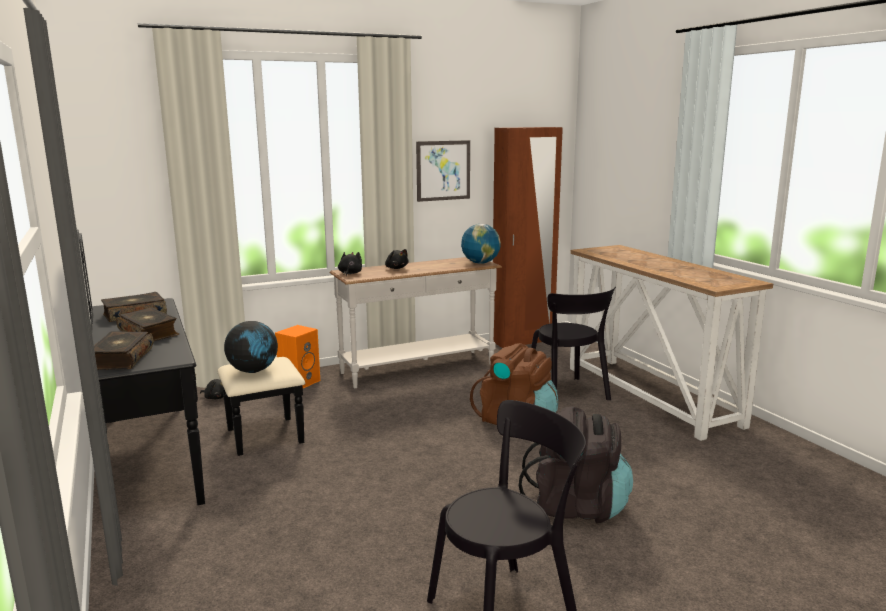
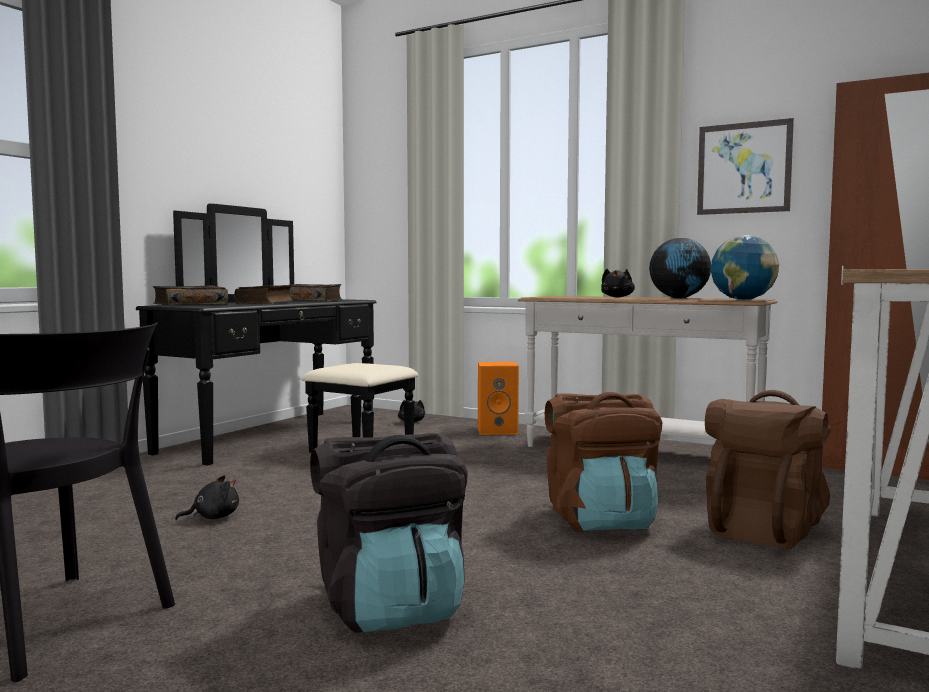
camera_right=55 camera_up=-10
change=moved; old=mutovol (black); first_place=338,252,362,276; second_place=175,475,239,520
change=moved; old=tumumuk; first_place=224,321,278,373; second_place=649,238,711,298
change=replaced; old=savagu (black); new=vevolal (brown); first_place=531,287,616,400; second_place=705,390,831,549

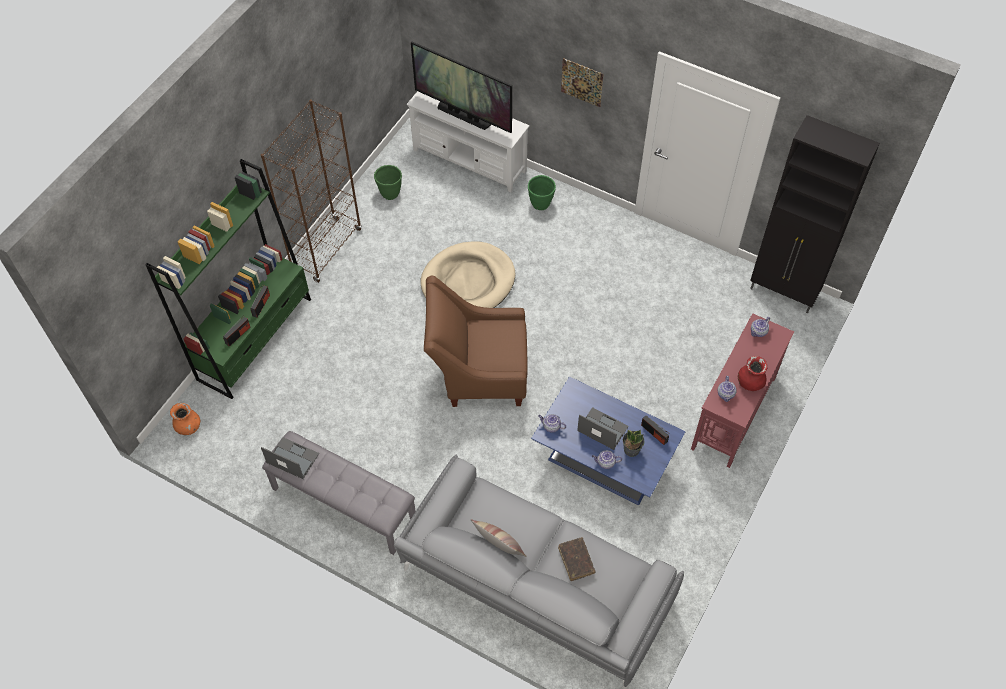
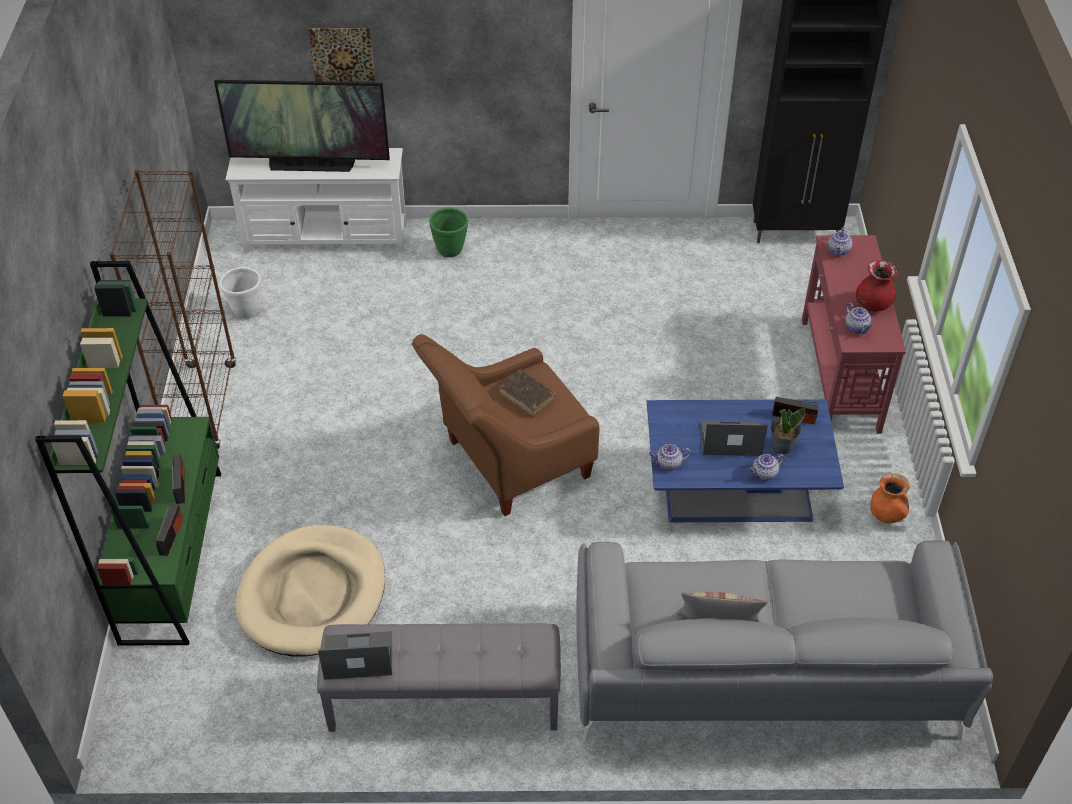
camera_right=-30 camera_up=-10
change=recoloured; old=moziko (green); new=moziko (white); first_place=374,165,402,200; second_place=220,267,261,319
change=moved; old=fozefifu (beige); first_place=420,241,515,308; second_place=235,525,385,657
change=moved; old=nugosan; first_place=561,58,603,107; second_place=308,28,375,82
change=moved; old=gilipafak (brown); first_place=558,537,595,581; second_place=499,369,556,417
change=moved; old=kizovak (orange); first_place=170,403,200,435; second_place=870,474,910,524

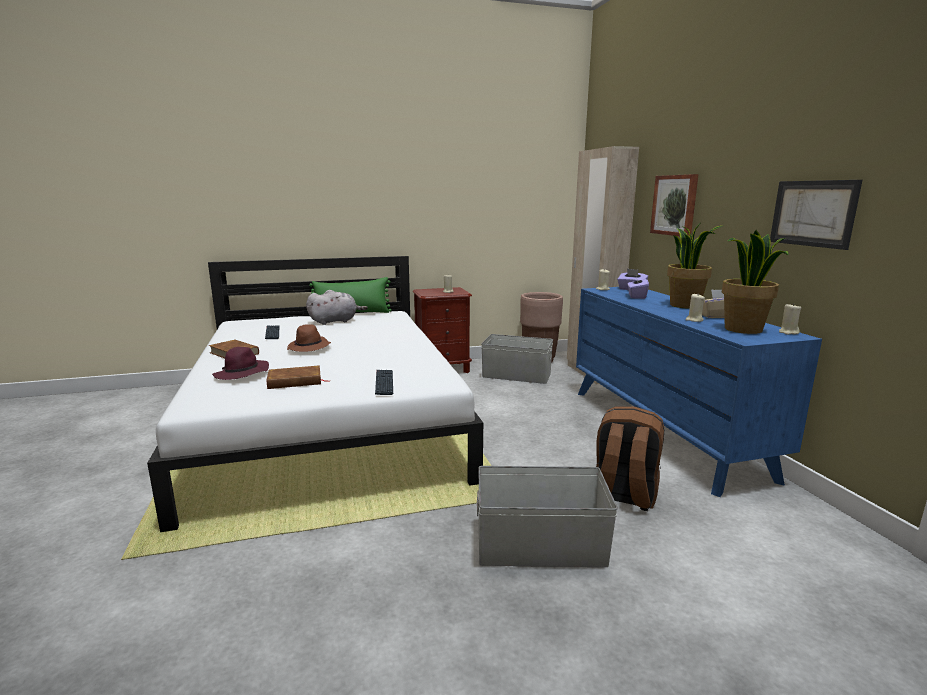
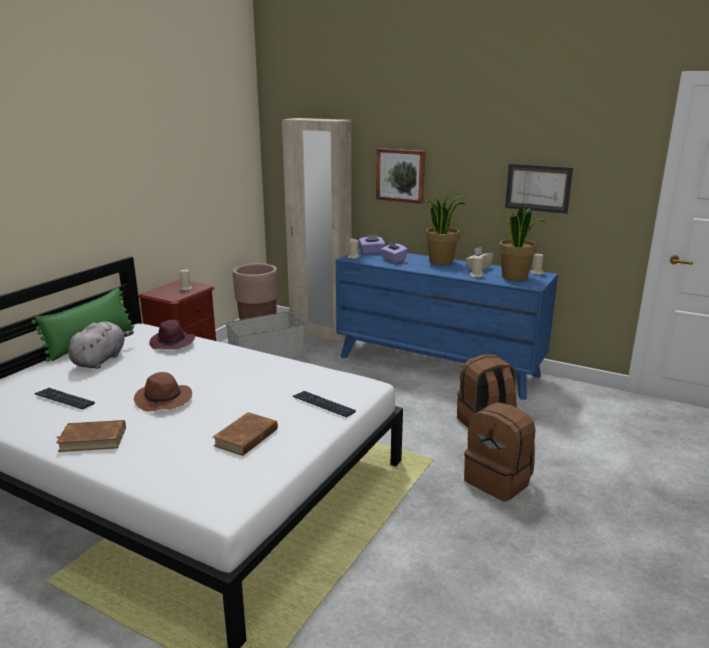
camera_right=-45 camera_up=5
change=moved; old=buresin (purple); first_place=212,347,269,380; second_place=149,320,195,350
change=replaced; old=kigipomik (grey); new=vevolal (brown); first_place=477,466,618,567; second_place=464,402,535,502

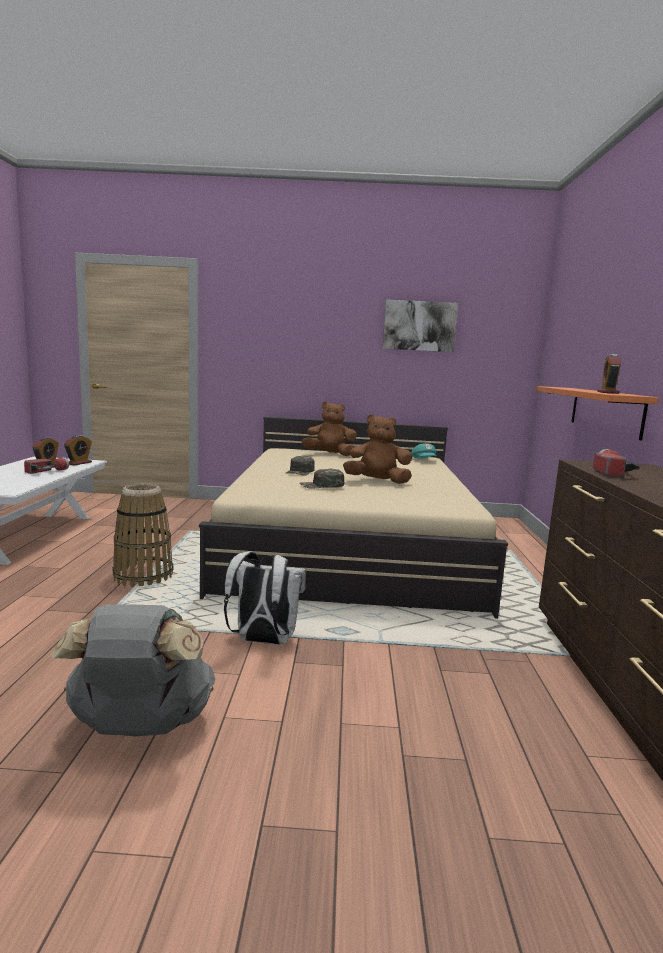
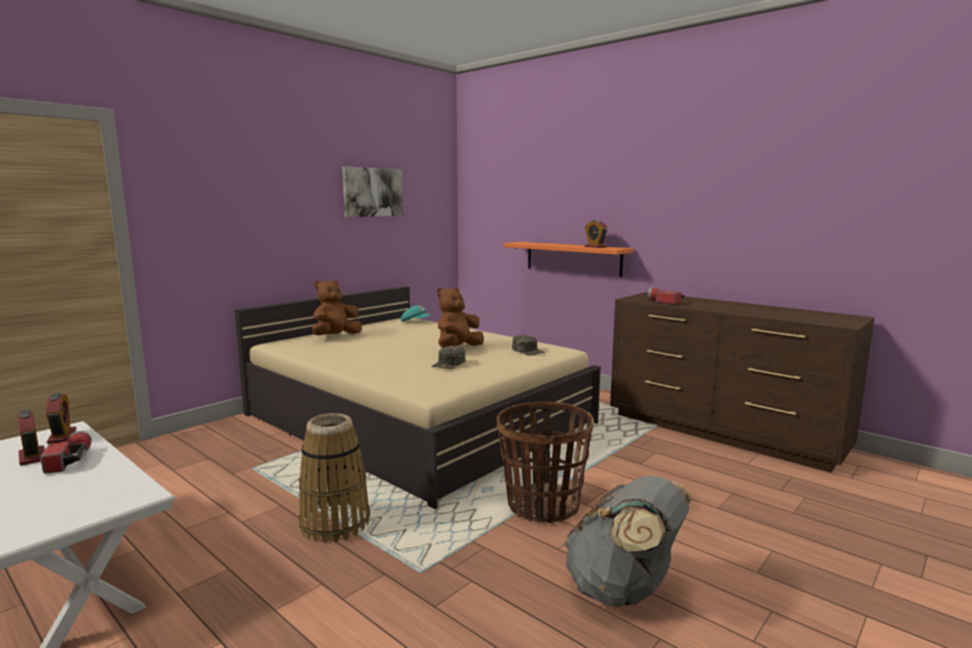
camera_right=-50 camera_up=0
change=replaced; old=vevolal (white); new=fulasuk; first_place=224,551,306,645; second_place=497,402,594,523
change=moved; old=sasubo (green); first_place=286,456,315,476; second_place=512,335,546,356

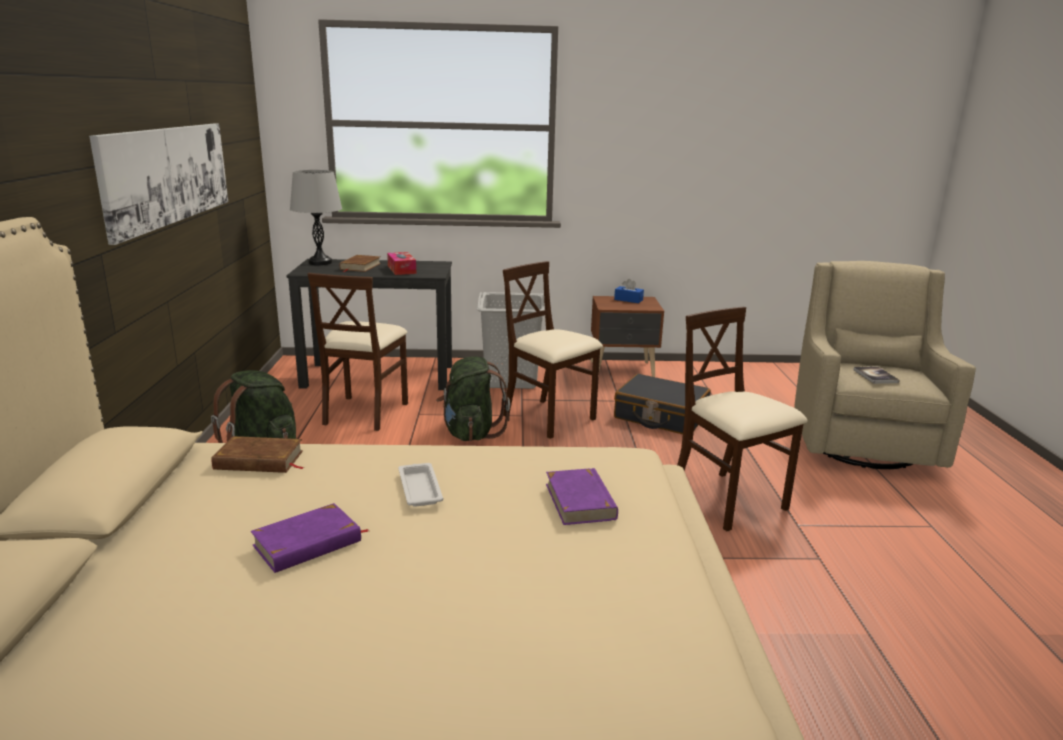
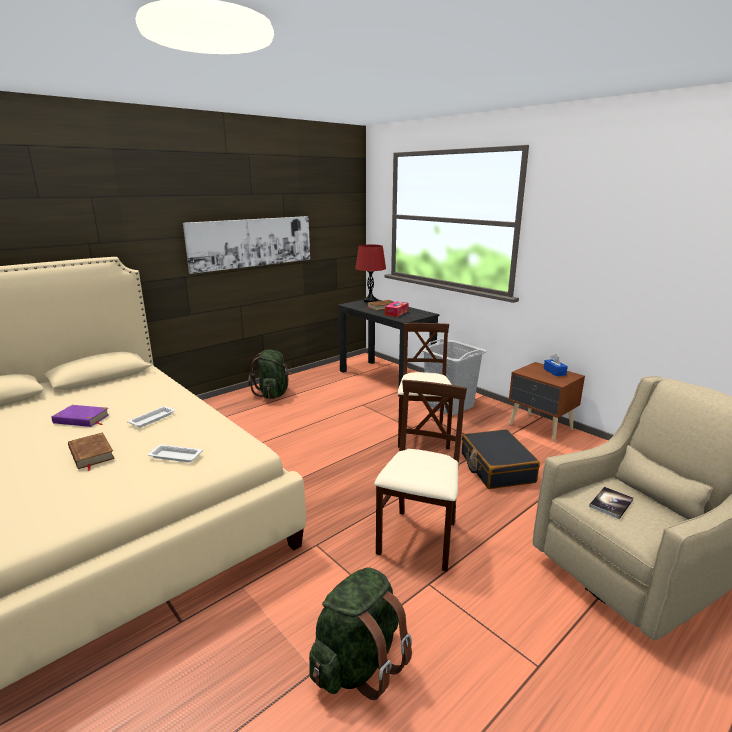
camera_right=50 camera_up=0
change=moved; old=gilipafak (brown); first_place=211,436,305,473; second_place=68,432,115,471
change=replaced; old=gilipafak (purple); new=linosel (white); first_place=546,468,618,525; second_place=148,445,203,462
change=moved; old=vevolal (green); first_place=436,356,510,441; second_place=309,567,412,700
change=recoloured; old=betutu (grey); new=betutu (red); first_place=290,170,342,265; second_place=355,244,386,303
change=removed; old=savagu (beige); first_place=308,273,408,431

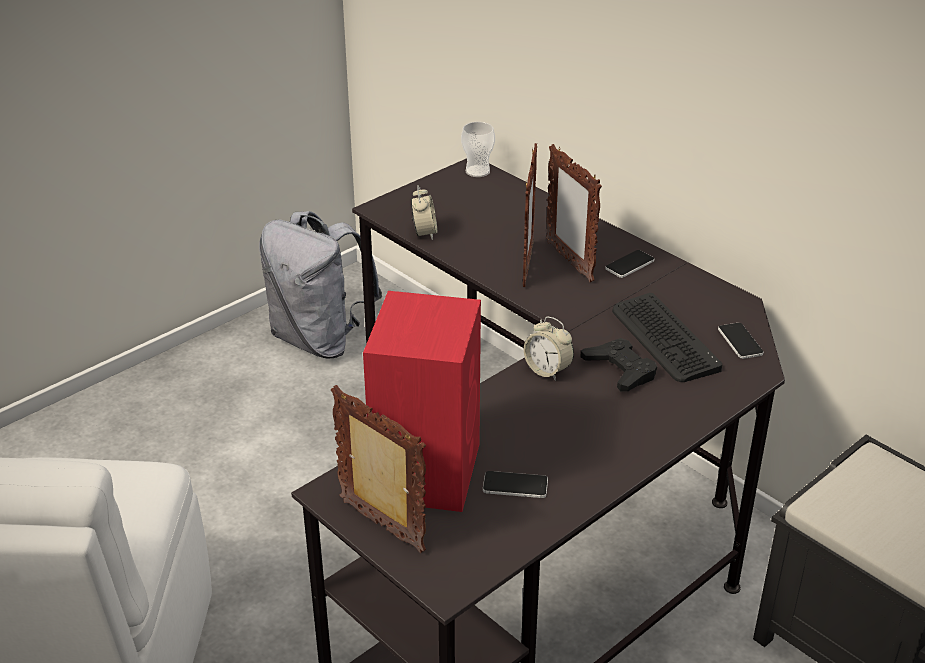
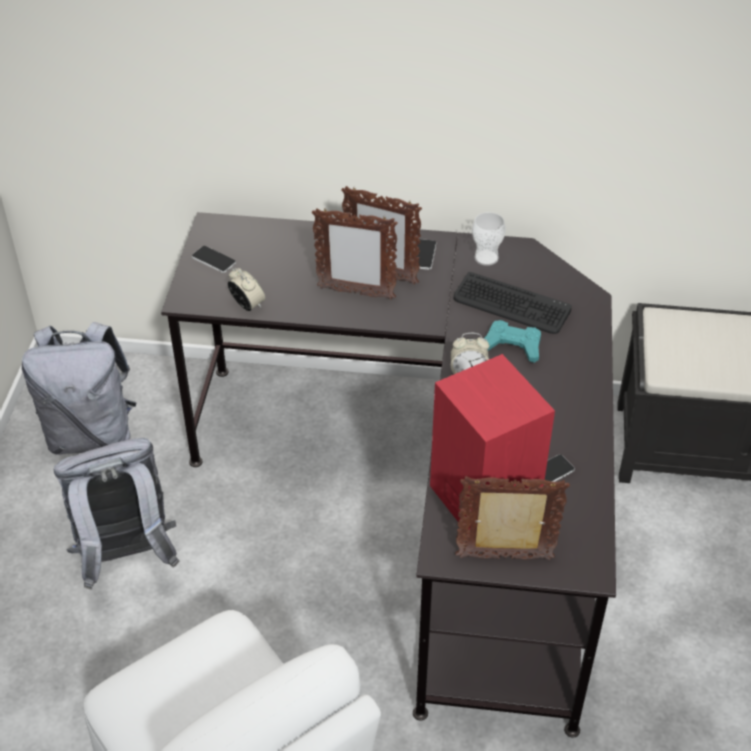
camera_right=-40 camera_up=10
change=added; new=vevolal (grey); second_place=54,438,180,590
change=moved; old=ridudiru; first_place=718,323,764,359; second_place=191,246,236,273
change=turned; old=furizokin; first_place=523,143,537,287; second_place=312,208,398,300; degrees=135
change=moved; old=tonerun; first_place=461,122,495,177; second_place=472,212,506,266
change=recoloured; old=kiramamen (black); new=kiramamen (turquoise); first_place=580,338,657,391; second_place=484,320,541,363

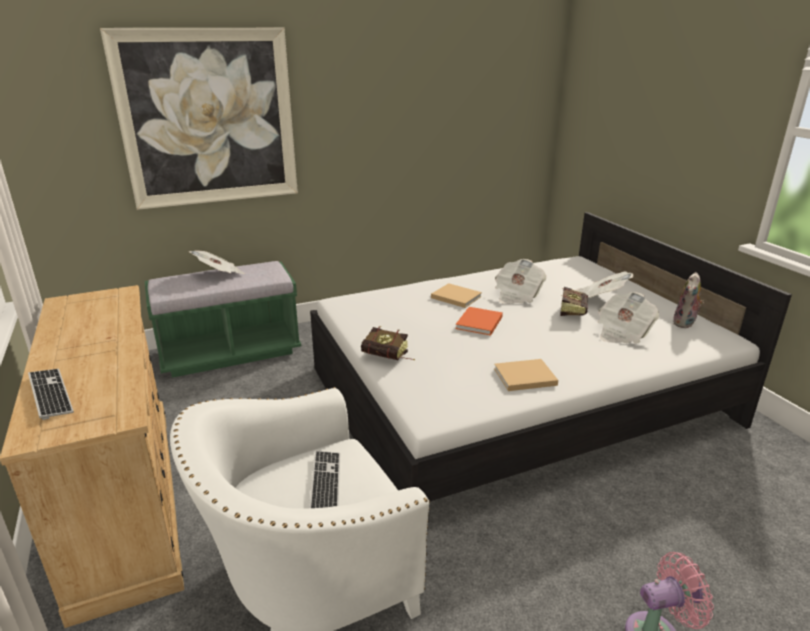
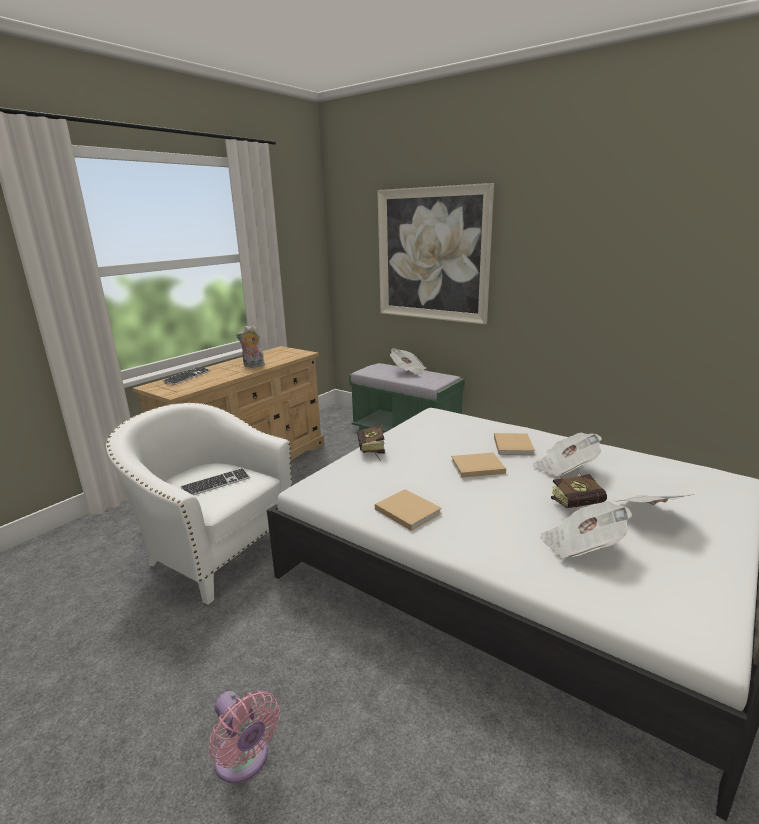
camera_right=60 camera_up=-5
change=moved; old=mutovol; first_place=673,272,704,328; second_place=236,325,266,367
change=recoloured; old=gilipafak (orange); new=gilipafak (beige); first_place=455,307,503,336; second_place=451,452,506,478

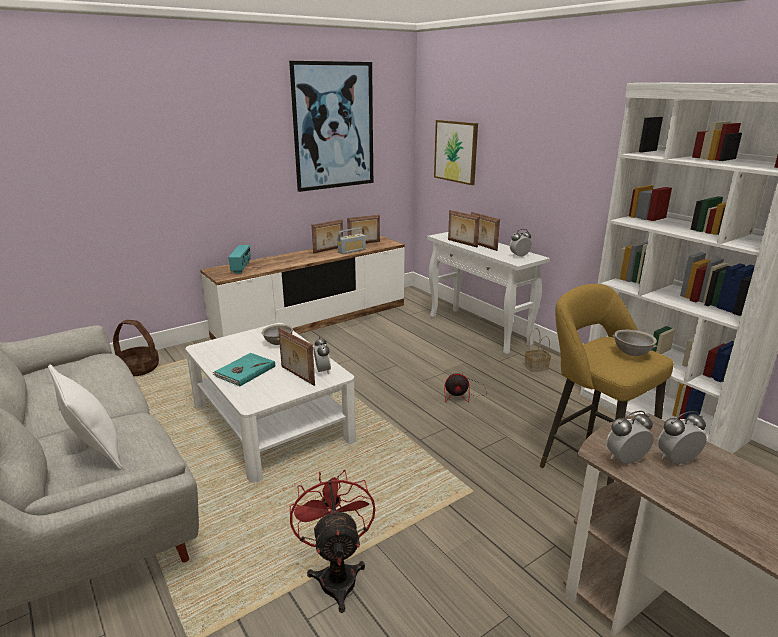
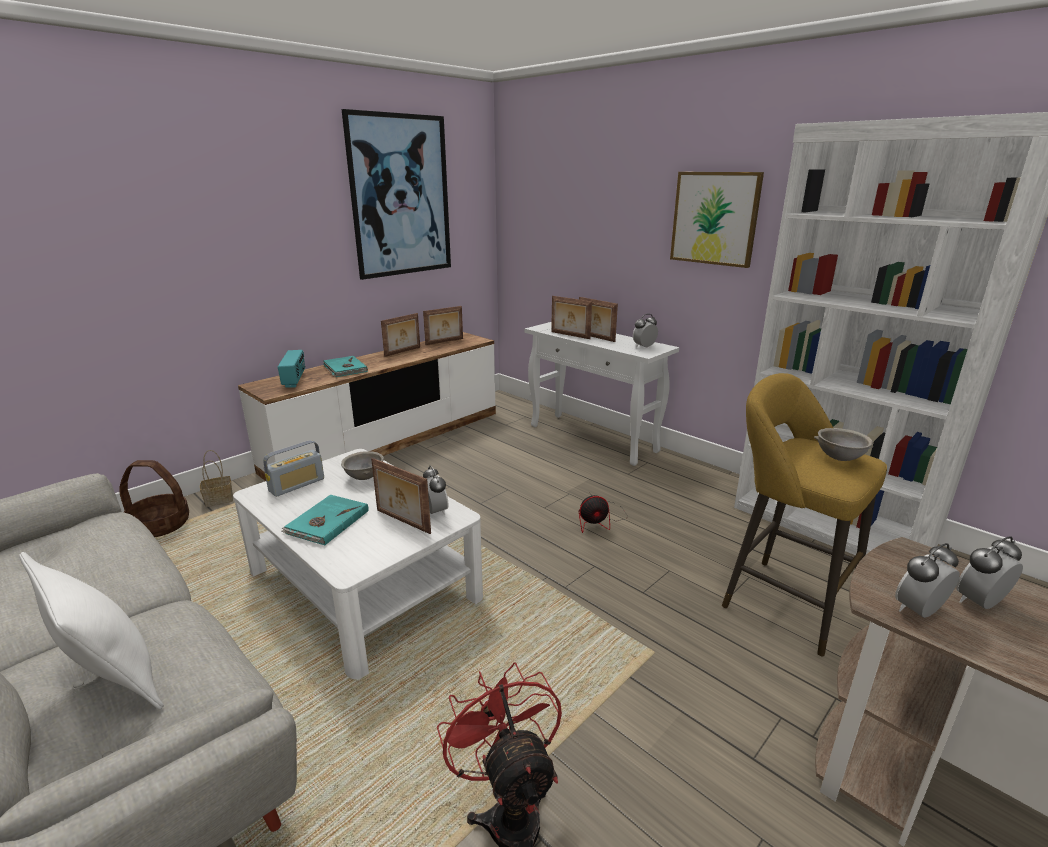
camera_right=-10 camera_up=0
change=moved; old=fulasuk; first_place=525,328,551,372; second_place=200,450,233,507
change=moved; old=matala; first_place=338,228,366,254; second_place=263,440,324,497
change=added; new=gilipafak (turquoise); second_place=323,356,368,377
change=moved; old=nugosan; first_place=434,120,478,185; second_place=670,172,764,268

